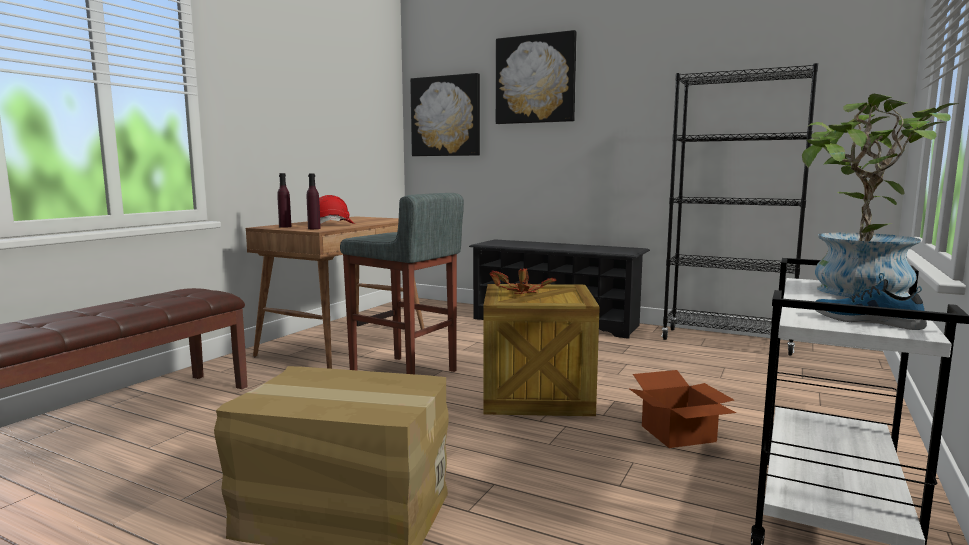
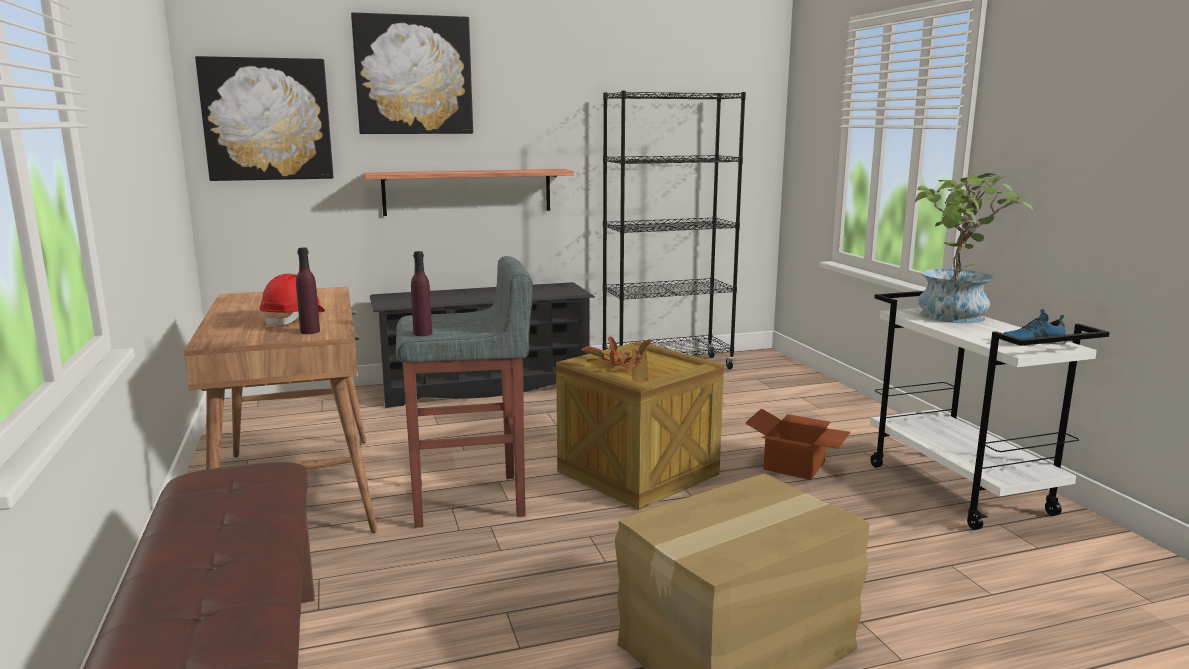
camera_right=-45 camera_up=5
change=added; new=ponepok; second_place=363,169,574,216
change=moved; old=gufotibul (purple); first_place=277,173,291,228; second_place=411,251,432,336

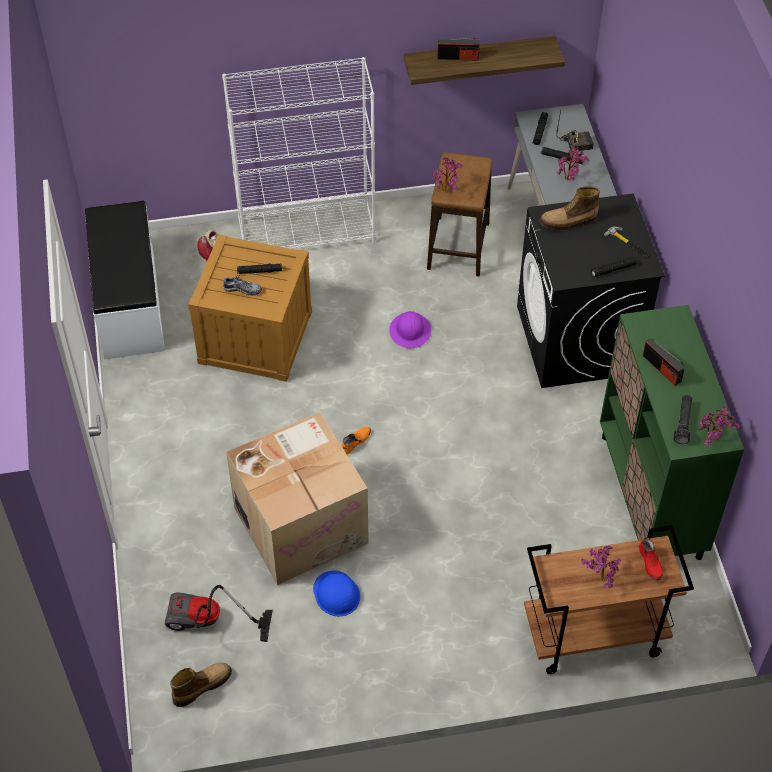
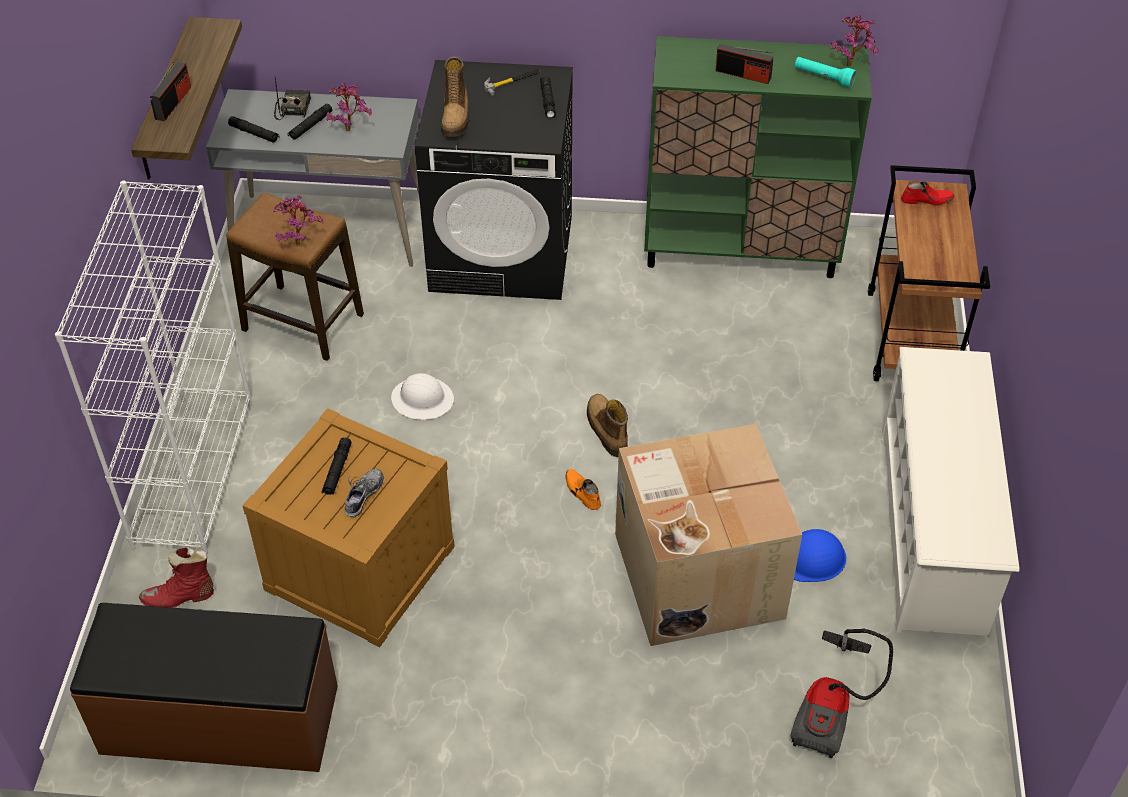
camera_right=-75 camera_up=-5
change=recoloured; old=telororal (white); new=telororal (brown); first_place=85,201,165,359; second_place=70,603,338,772
change=recoloured; old=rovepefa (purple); new=rovepefa (white); first_place=389,311,431,348; second_place=391,373,454,420
change=moved; old=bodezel; first_place=170,663,232,707; second_place=587,394,628,457
change=turned; old=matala; first_place=643,338,685,386; second_place=715,44,773,84; degrees=45
change=recoloured; old=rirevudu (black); new=rirevudu (turquoise); first_place=673,395,692,444; second_place=795,57,856,88
change=added; new=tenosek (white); second_place=882,347,1019,636
change=removed; old=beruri; first_place=581,546,621,588

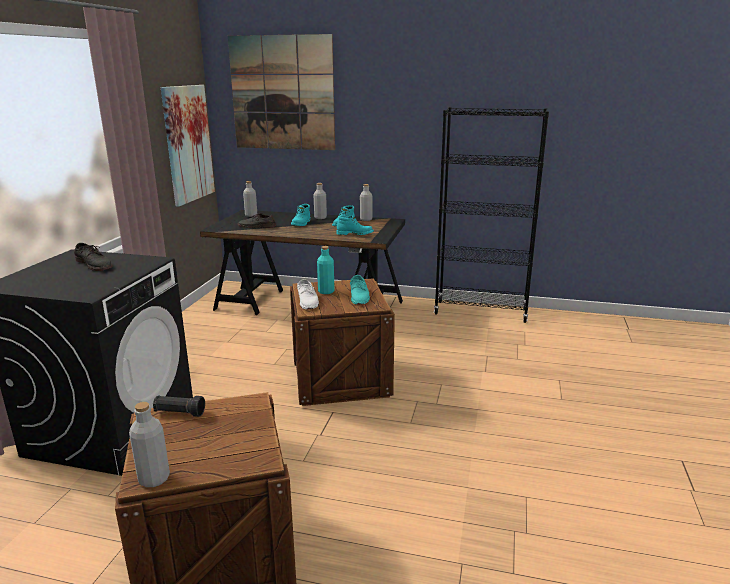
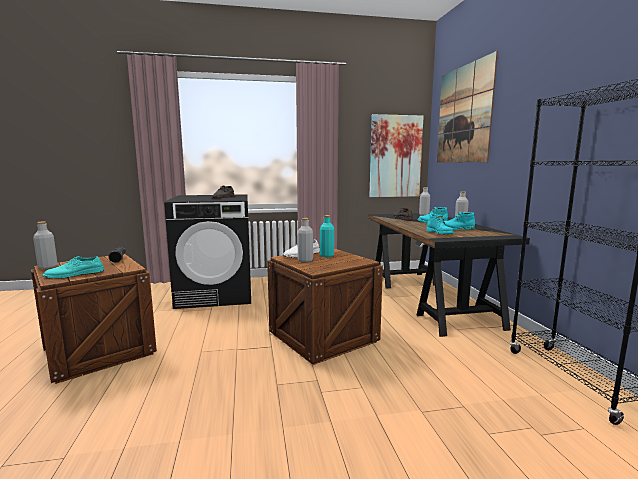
camera_right=65 camera_up=-10
change=moved; old=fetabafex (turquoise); first_place=350,275,370,305; second_place=42,256,104,279
change=moved; old=gufotibul (grey); first_place=360,184,372,221; second_place=297,218,313,262

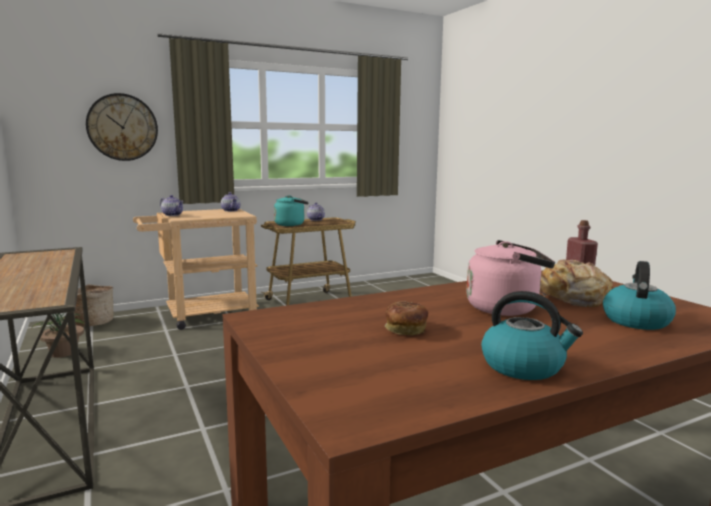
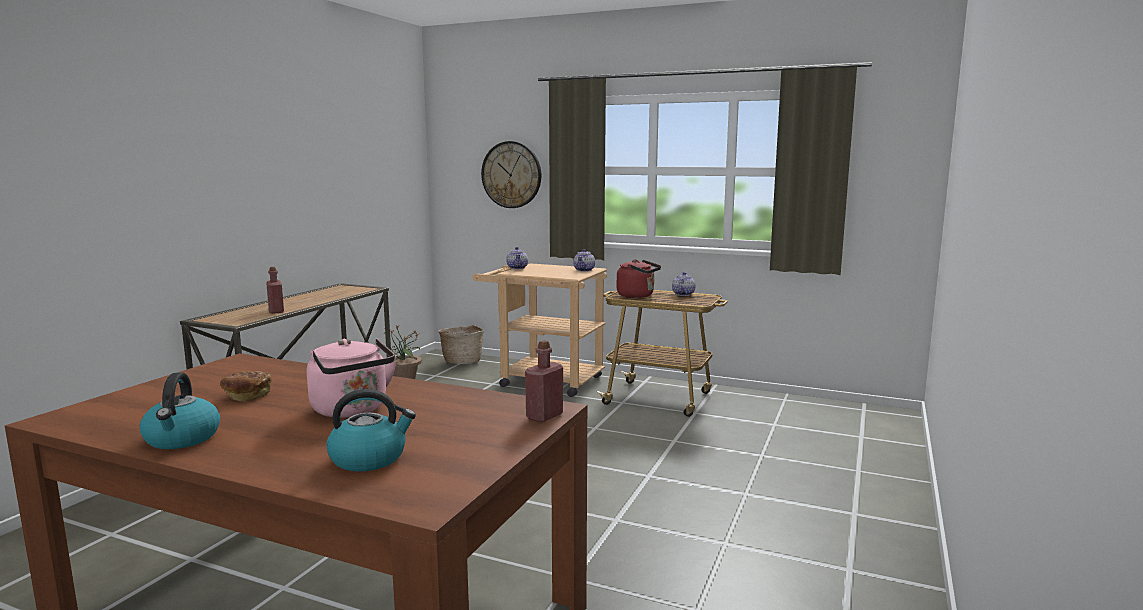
camera_right=50 camera_up=0
change=added; new=gufotibul (red); second_place=266,267,284,314
change=recoloured; old=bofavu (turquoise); new=bofavu (red); first_place=274,195,309,226; second_place=617,260,661,298
change=removed; old=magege; first_place=540,259,614,307

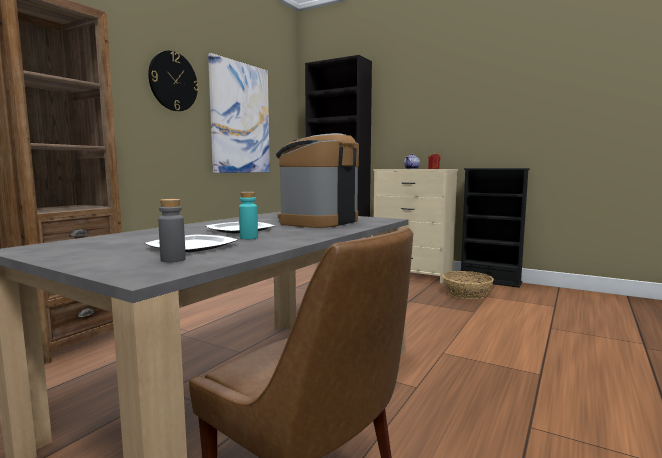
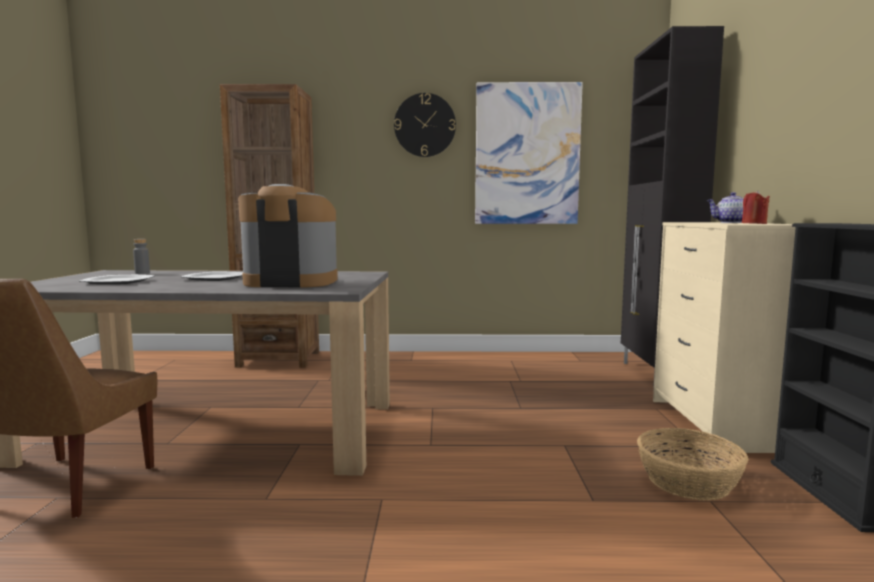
camera_right=60 camera_up=0
change=moved; old=gufotibul (grey); first_place=158,199,186,262; second_place=133,239,150,274
change=removed; old=gufotibul (turquoise); first_place=239,192,258,239

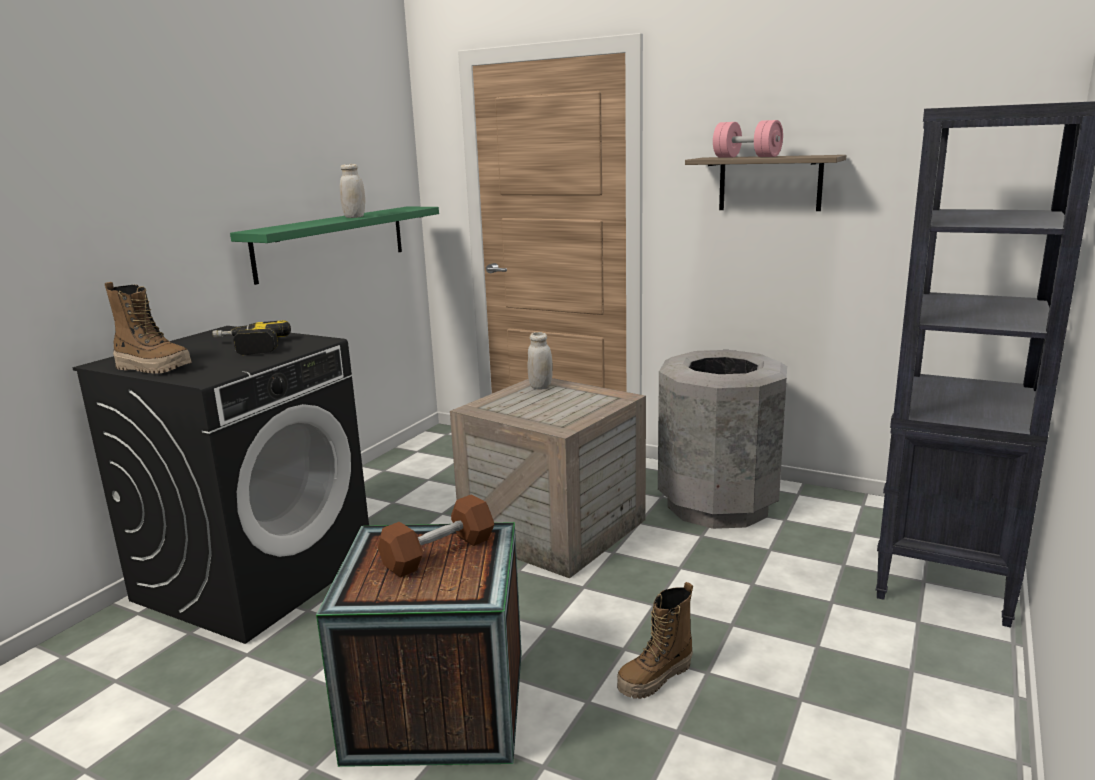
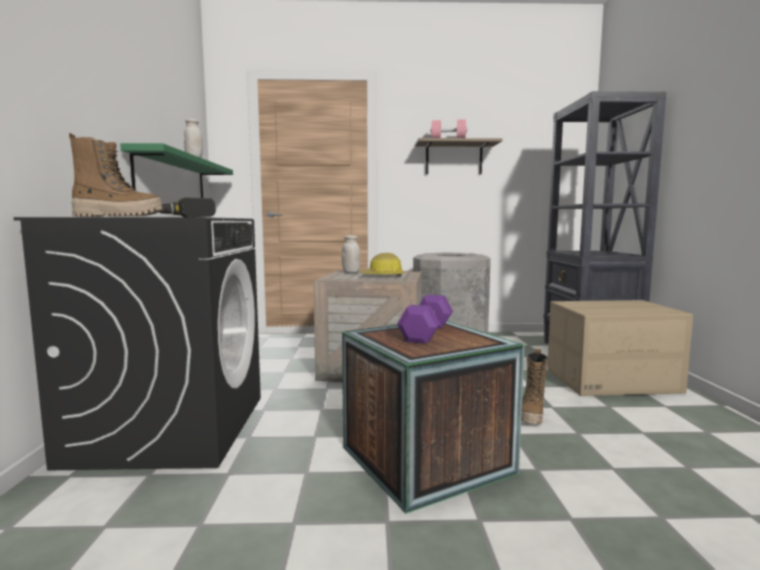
camera_right=-30 camera_up=-10
change=added; new=rovepefa; second_place=360,253,404,277
change=recoloured; old=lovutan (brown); new=lovutan (purple); first_place=378,494,494,578; second_place=397,295,453,344
change=added; new=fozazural; second_place=547,300,693,396

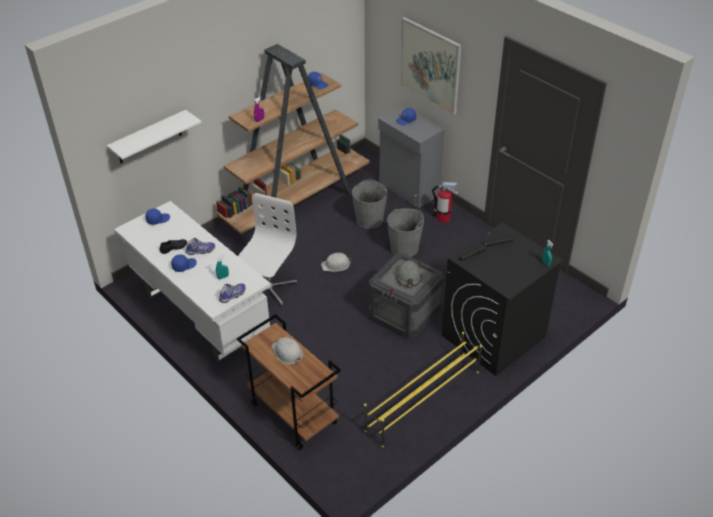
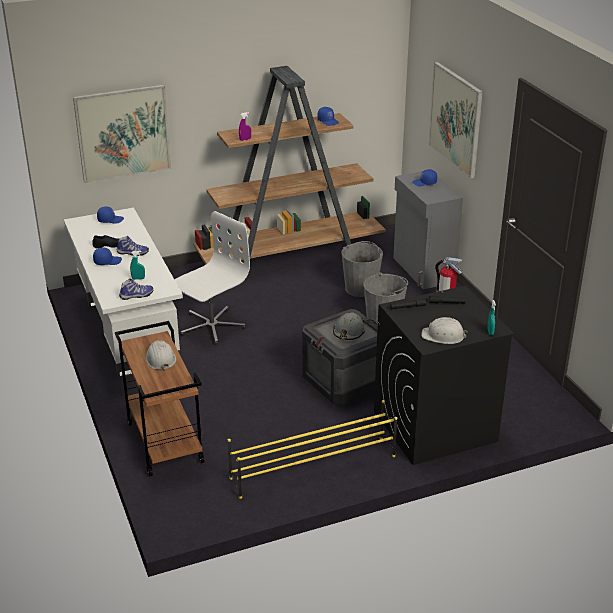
camera_right=20 camera_up=-10
change=replaced; old=ponepok (white); new=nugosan; first_place=107,110,202,163; second_place=73,85,171,183
change=moved; old=rovepefa (white); first_place=321,253,351,272; second_place=422,317,468,344

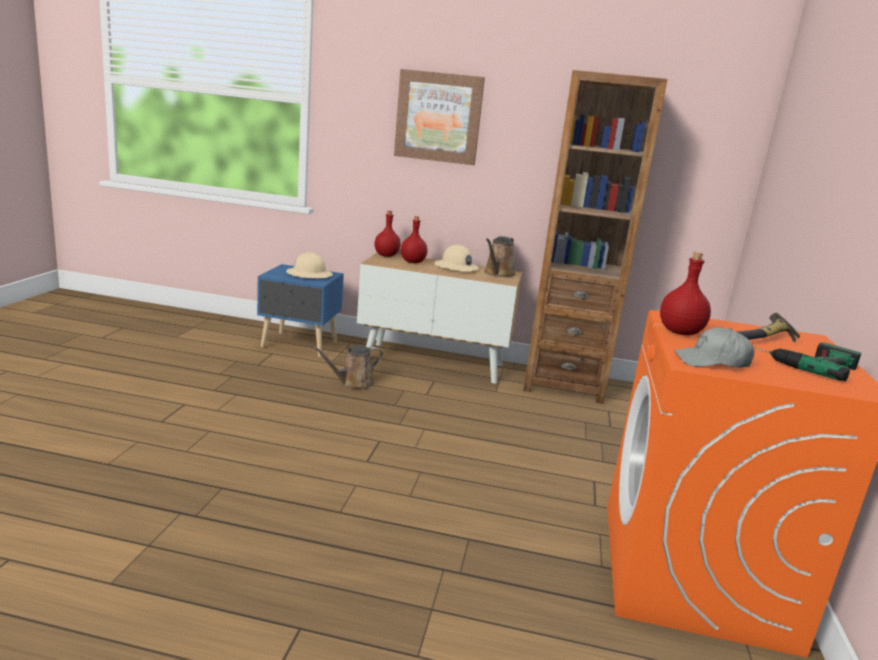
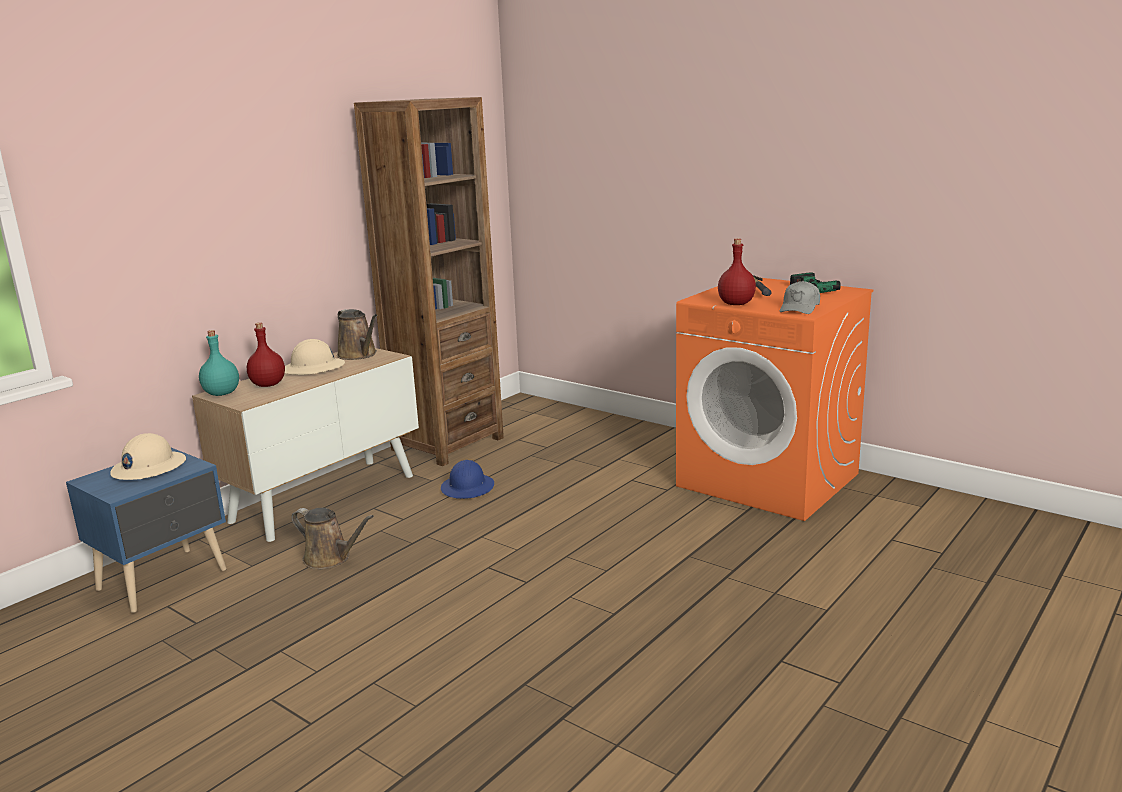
camera_right=-60 camera_up=0
change=recoloured; old=gufotibul (red); new=gufotibul (turquoise); first_place=375,211,401,257; second_place=199,330,239,396
change=turned; old=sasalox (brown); first_place=313,345,383,389; second_place=291,508,374,570; degrees=-60
change=added; new=rovepefa (blue); second_place=441,460,494,499
change=removed; old=nugosan; first_place=394,69,485,165

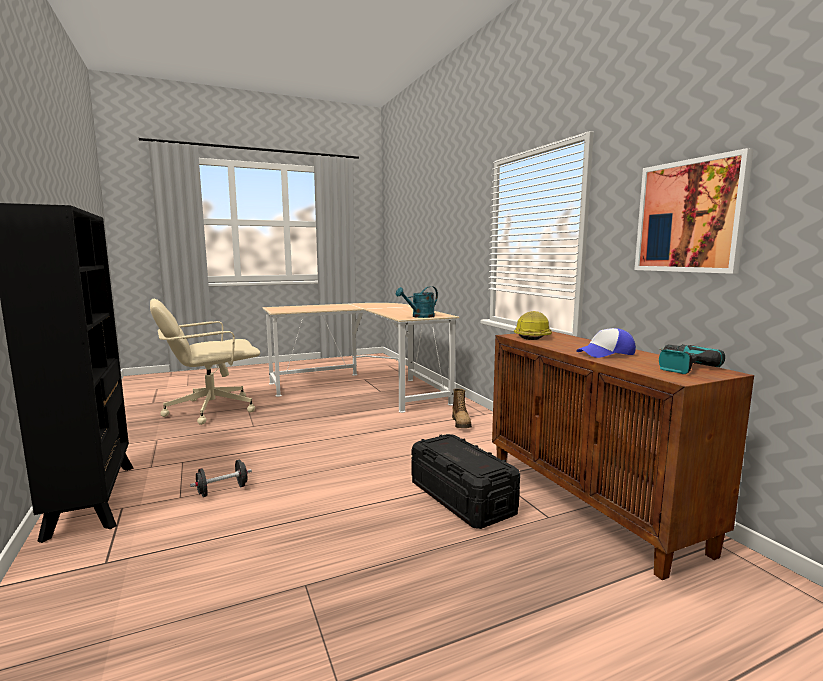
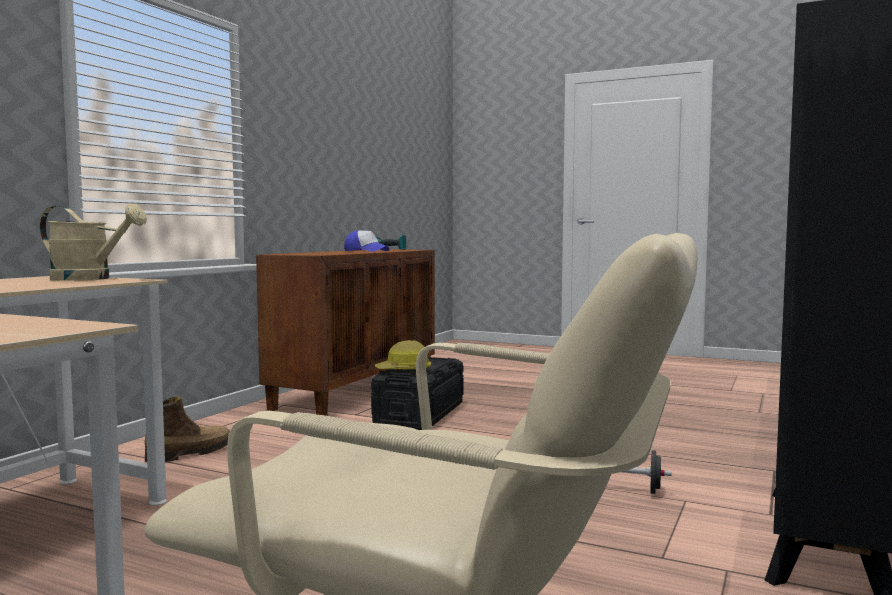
camera_right=-130 camera_up=-5
change=recoloured; old=sasalox (turquoise); new=sasalox (beige); first_place=396,286,438,318; second_place=40,203,147,281
change=moved; old=rovepefa; first_place=514,311,552,340; second_place=375,340,431,371
change=removed; old=nugosan; first_place=634,148,754,274

